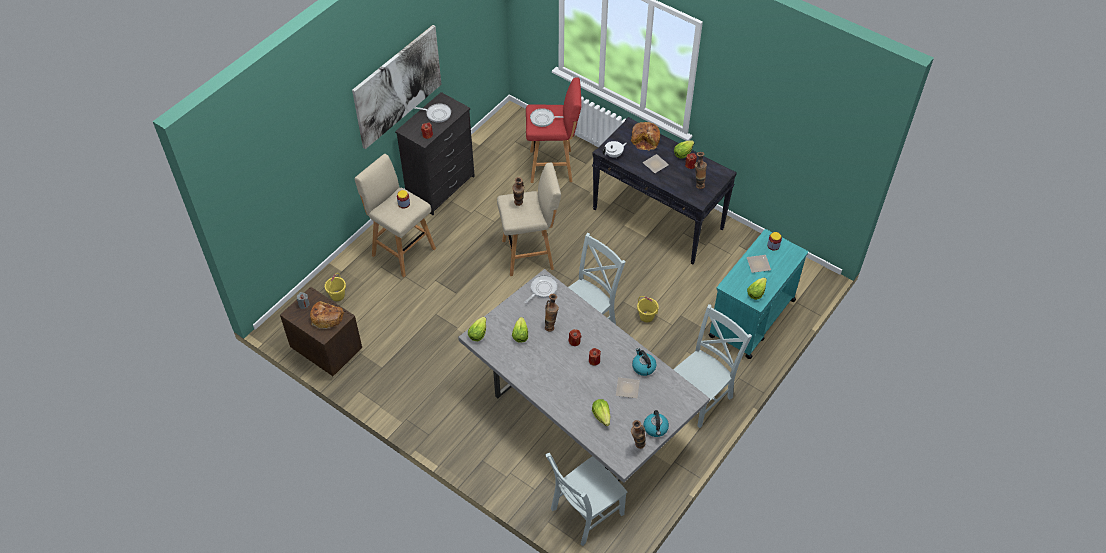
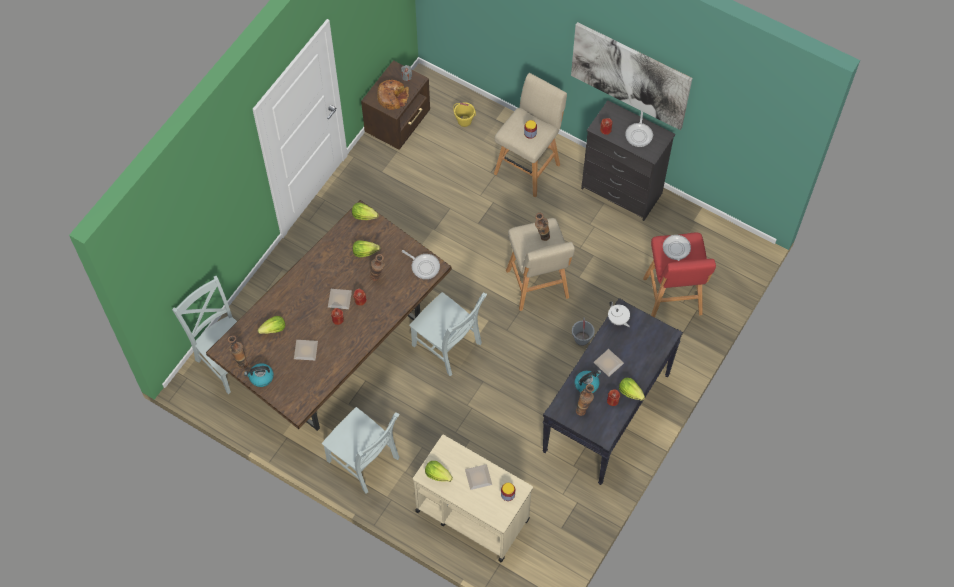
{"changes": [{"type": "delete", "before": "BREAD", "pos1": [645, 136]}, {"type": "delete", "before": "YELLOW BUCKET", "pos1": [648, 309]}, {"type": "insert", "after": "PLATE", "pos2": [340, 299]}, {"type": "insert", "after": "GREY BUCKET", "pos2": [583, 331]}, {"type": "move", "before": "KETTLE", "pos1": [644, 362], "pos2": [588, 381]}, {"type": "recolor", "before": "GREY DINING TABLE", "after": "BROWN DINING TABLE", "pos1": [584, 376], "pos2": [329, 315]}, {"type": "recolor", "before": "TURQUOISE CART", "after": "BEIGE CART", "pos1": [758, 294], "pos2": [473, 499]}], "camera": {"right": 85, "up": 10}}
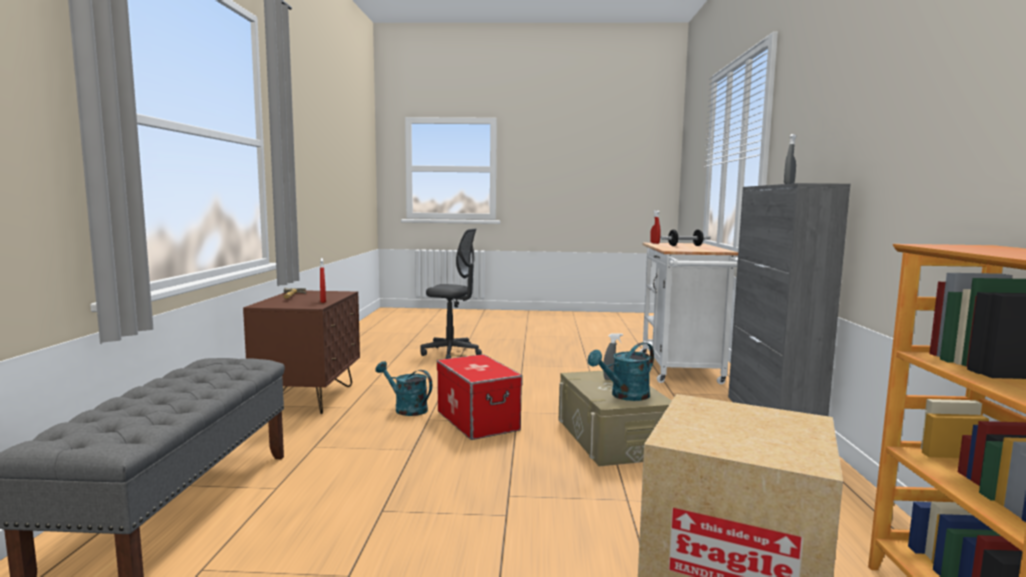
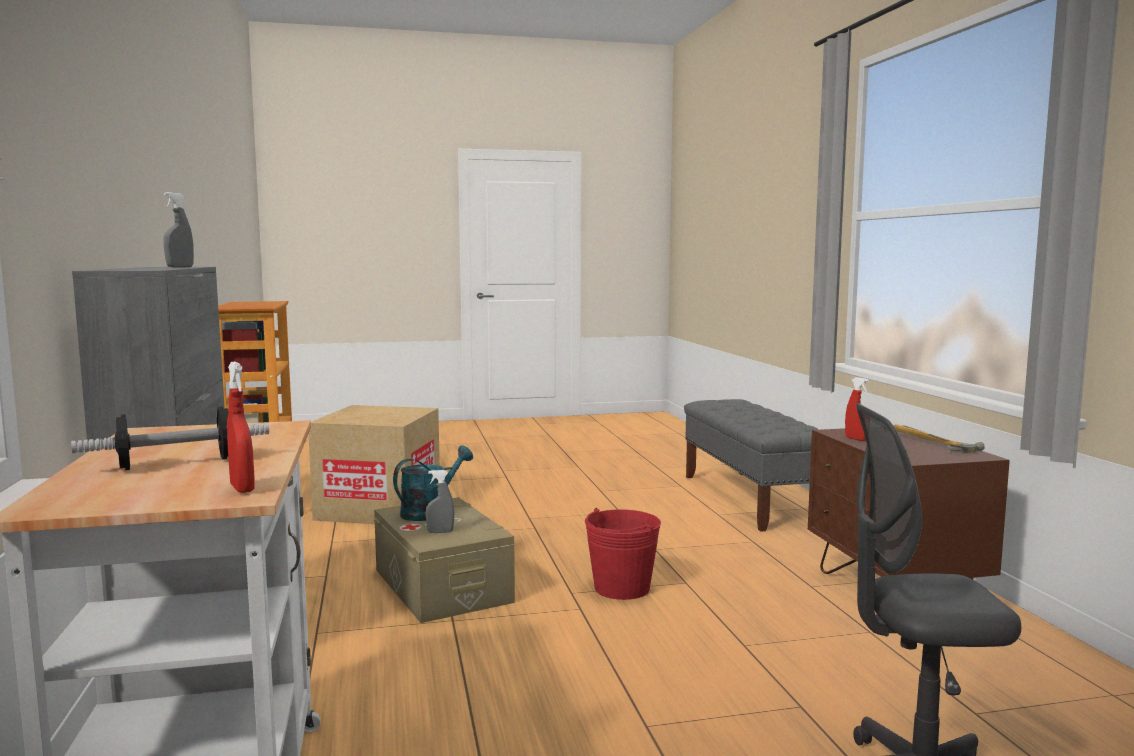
{"changes": [{"type": "delete", "before": "TURQUOISE WATERING CAN", "pos1": [403, 388]}, {"type": "replace", "before": "STORAGE BOX", "after": "RED BUCKET", "pos1": [480, 397], "pos2": [623, 554]}], "camera": {"right": 165, "up": 0}}
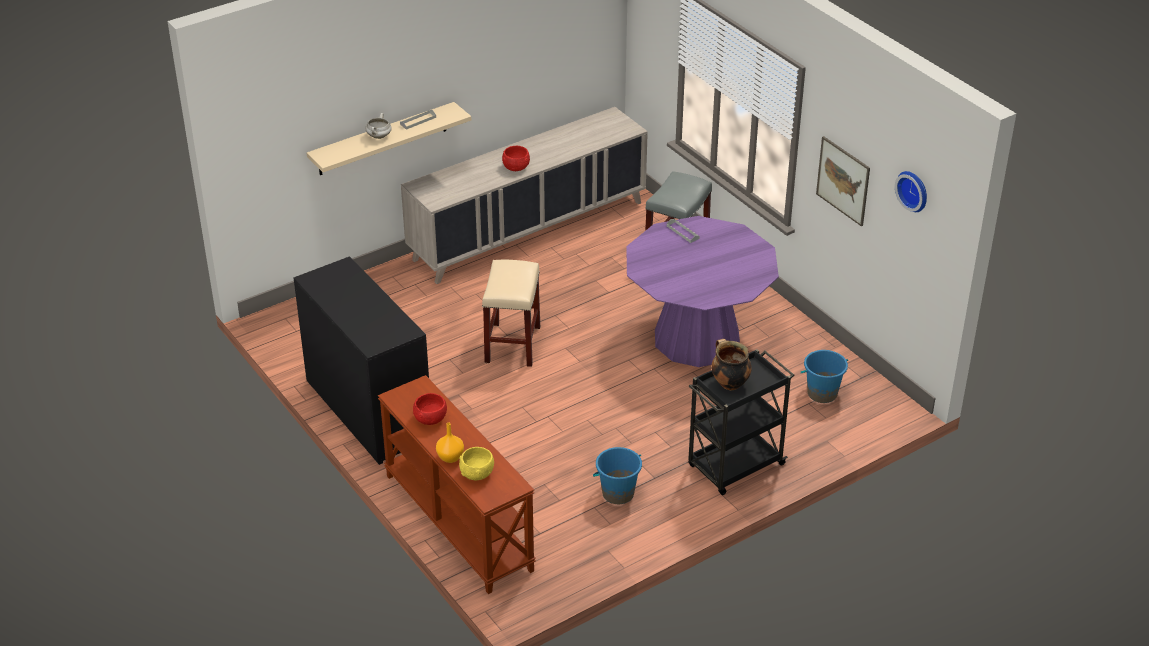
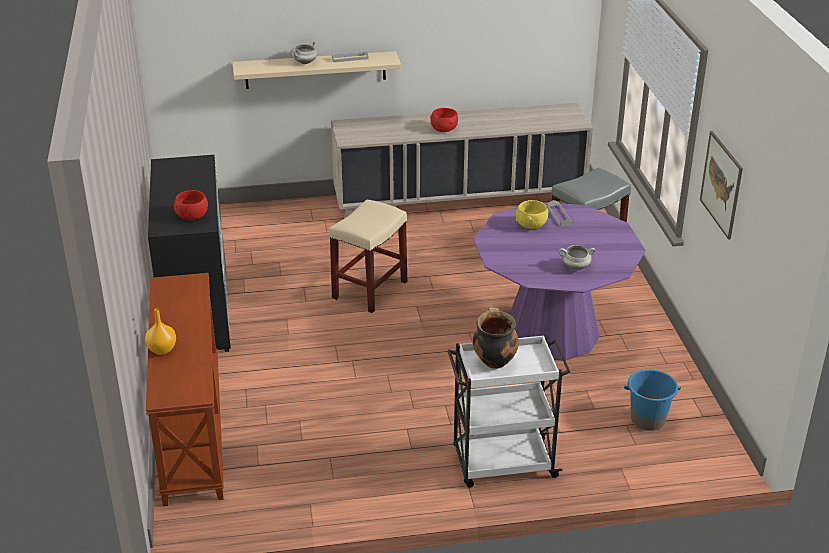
{"changes": [{"type": "delete", "before": "BLUE BUCKET", "pos1": [617, 475]}, {"type": "delete", "before": "WALL CLOCK", "pos1": [911, 191]}, {"type": "insert", "after": "WHITE COOKING POT", "pos2": [577, 257]}, {"type": "move", "before": "RED BOWL", "pos1": [430, 409], "pos2": [191, 205]}, {"type": "move", "before": "YELLOW BOWL", "pos1": [476, 463], "pos2": [532, 214]}, {"type": "recolor", "before": "BLACK CART", "after": "WHITE CART", "pos1": [741, 422], "pos2": [508, 411]}], "camera": {"right": 25, "up": -5}}
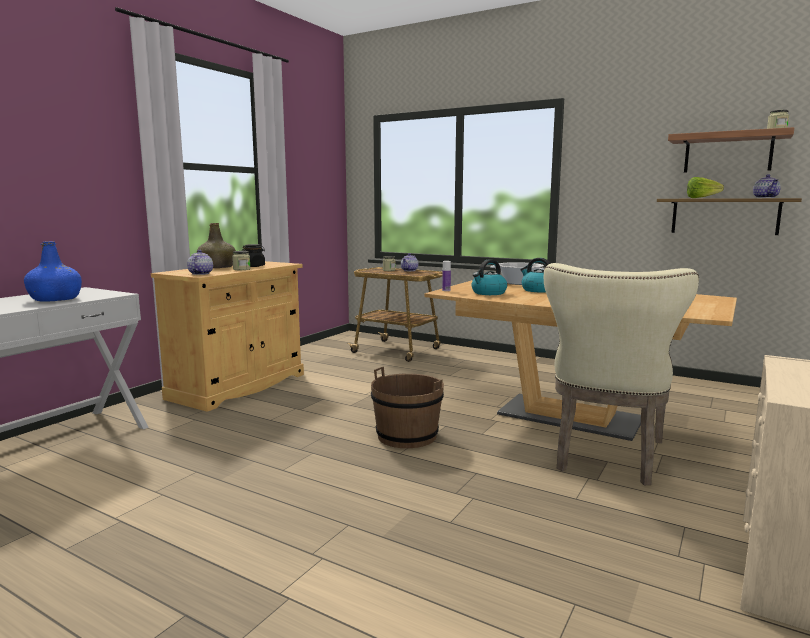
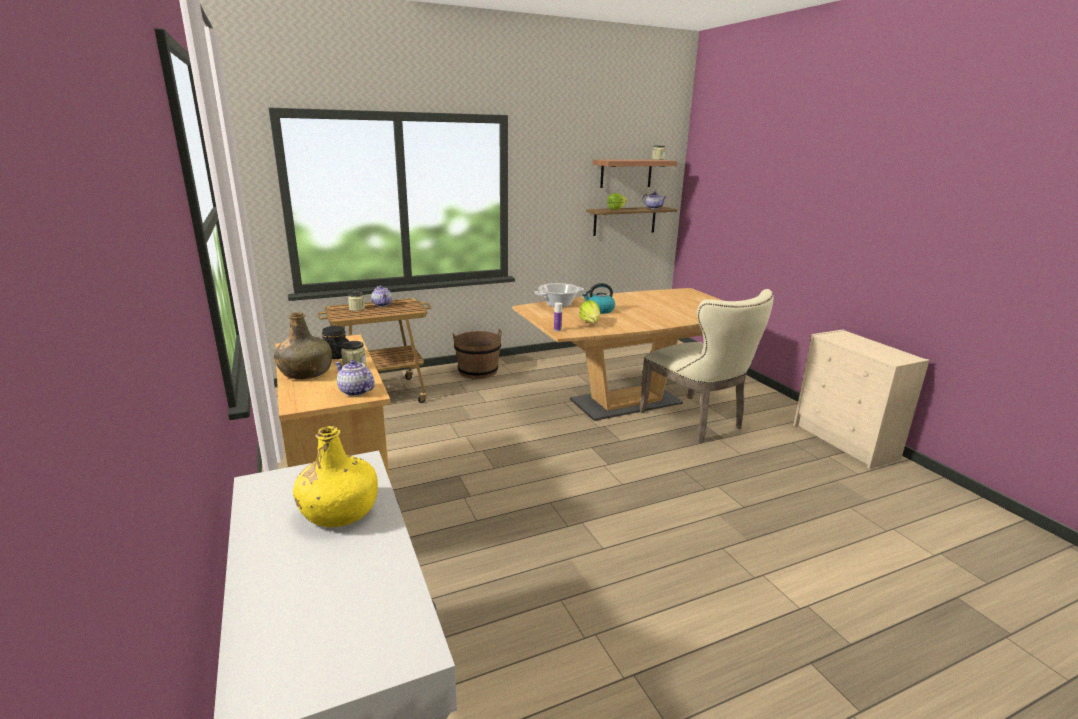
{"changes": [{"type": "move", "before": "BROWN BUCKET", "pos1": [407, 407], "pos2": [477, 354]}, {"type": "replace", "before": "KETTLE", "after": "LETTUCE", "pos1": [489, 277], "pos2": [589, 311]}, {"type": "recolor", "before": "BLUE BOTTLE", "after": "YELLOW BOTTLE", "pos1": [53, 271], "pos2": [335, 476]}], "camera": {"right": -55, "up": 10}}
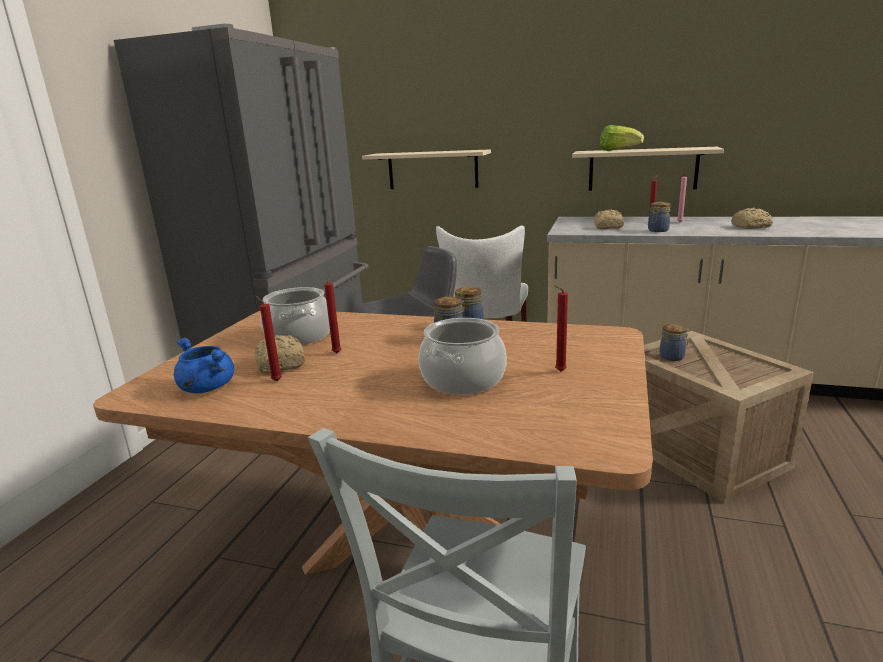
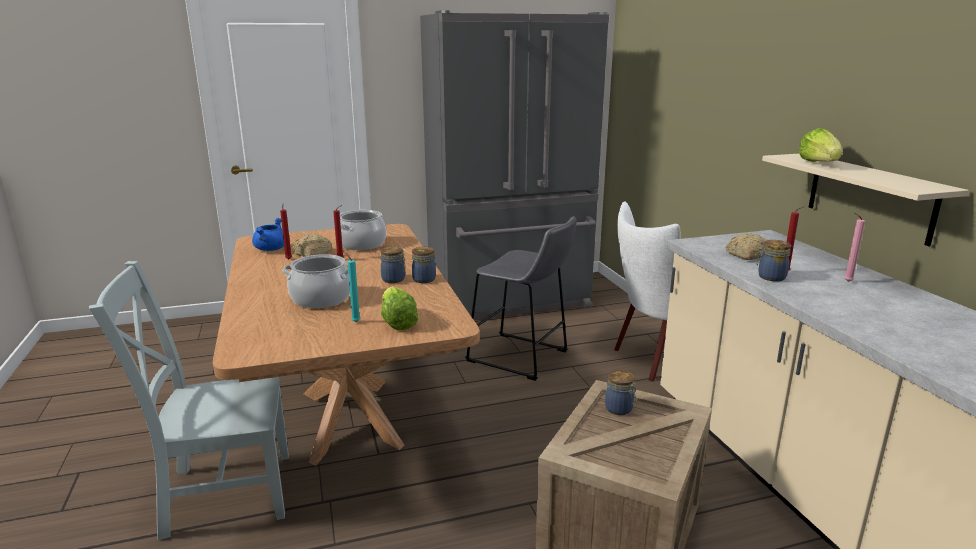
{"changes": [{"type": "delete", "before": "BEIGE SHELF", "pos1": [426, 169]}, {"type": "delete", "before": "BREAD", "pos1": [752, 218]}, {"type": "insert", "after": "LETTUCE", "pos2": [399, 308]}, {"type": "recolor", "before": "RED CANDLE", "after": "TURQUOISE CANDLE", "pos1": [561, 329], "pos2": [353, 287]}], "camera": {"right": 55, "up": 0}}
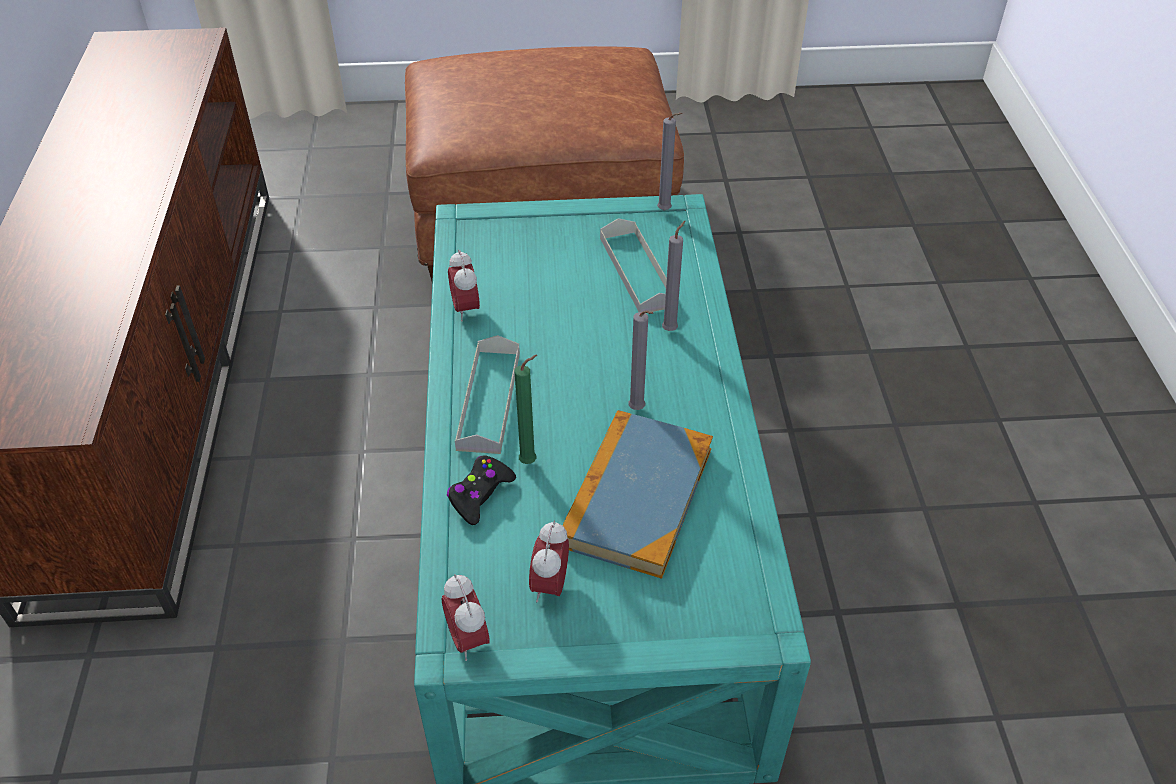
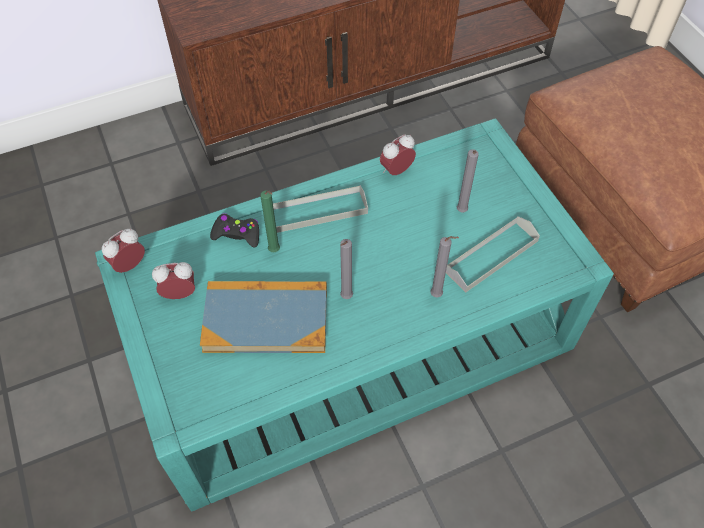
{"changes": [{"type": "move", "before": "GREY CANDLE", "pos1": [669, 161], "pos2": [468, 180]}], "camera": {"right": 70, "up": 10}}
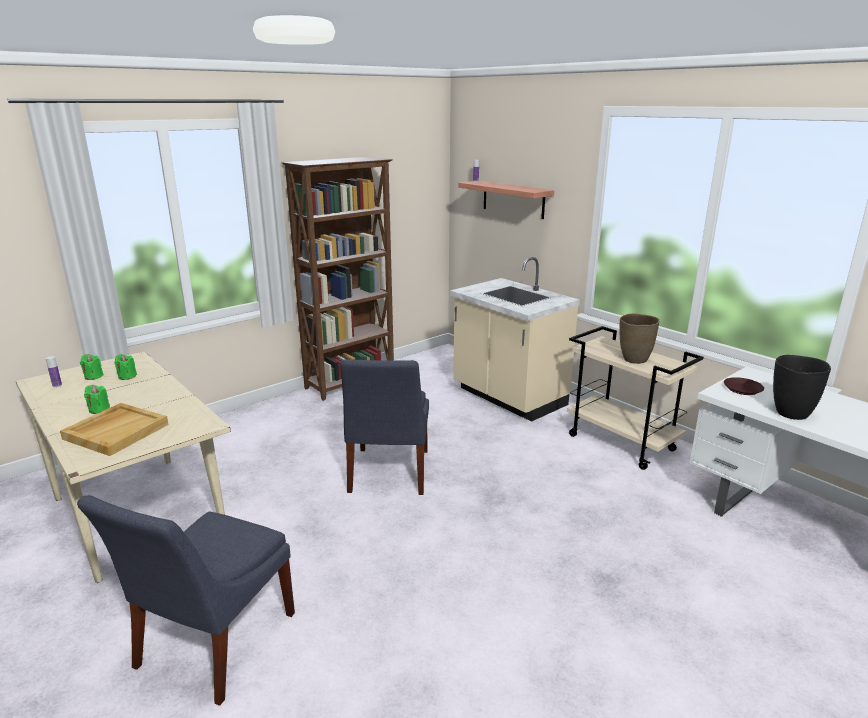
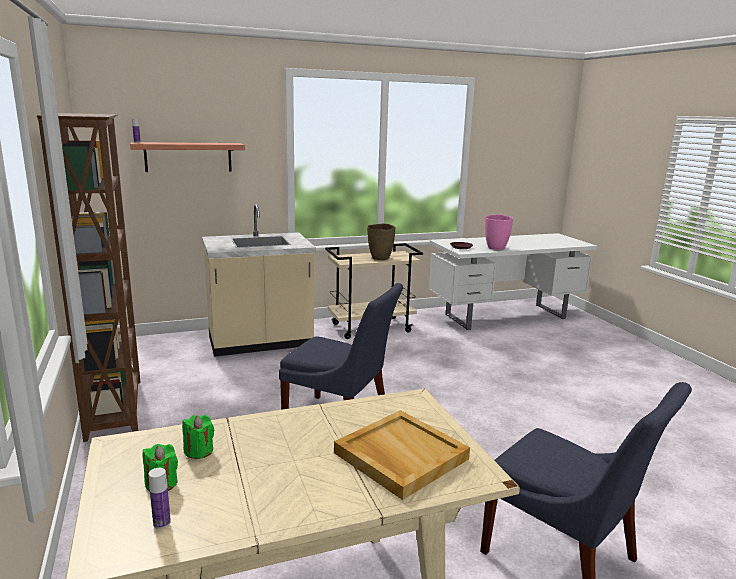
{"changes": [{"type": "delete", "before": "GREEN CANDLE", "pos1": [97, 399]}, {"type": "recolor", "before": "BLACK VASE", "after": "PINK VASE", "pos1": [802, 387], "pos2": [499, 232]}], "camera": {"right": -70, "up": -5}}
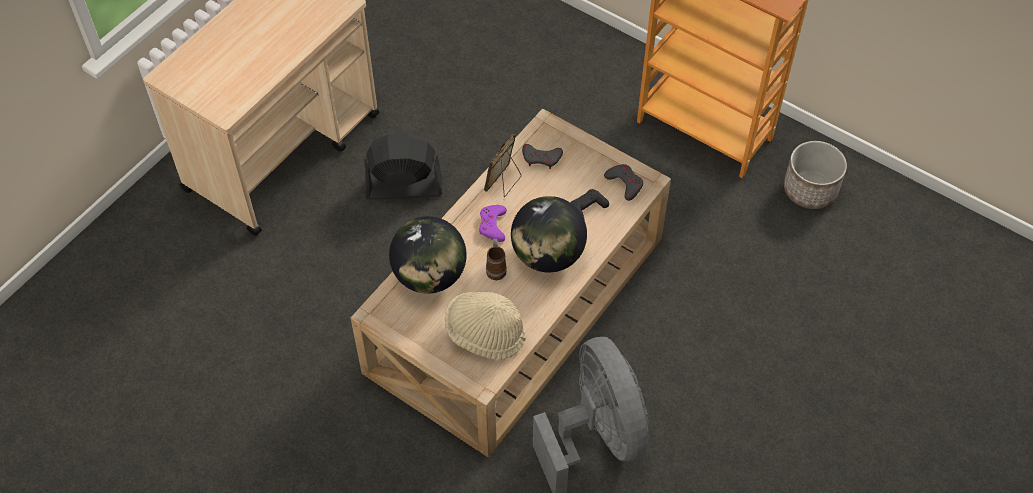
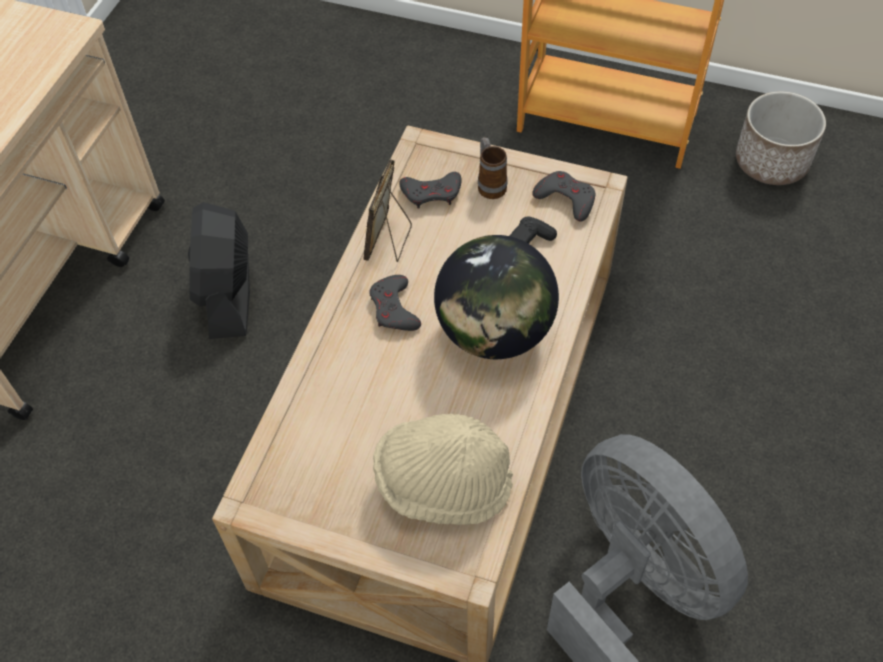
{"changes": [{"type": "delete", "before": "GLOBE", "pos1": [428, 255]}, {"type": "move", "before": "MUG", "pos1": [496, 259], "pos2": [493, 168]}, {"type": "recolor", "before": "PURPLE GAME CONTROLLER", "after": "GREY GAME CONTROLLER", "pos1": [493, 223], "pos2": [395, 303]}, {"type": "rotate", "before": "BLACK FAN", "pos1": [403, 166], "pos2": [219, 270], "turn": -75}], "camera": {"right": -15, "up": 0}}
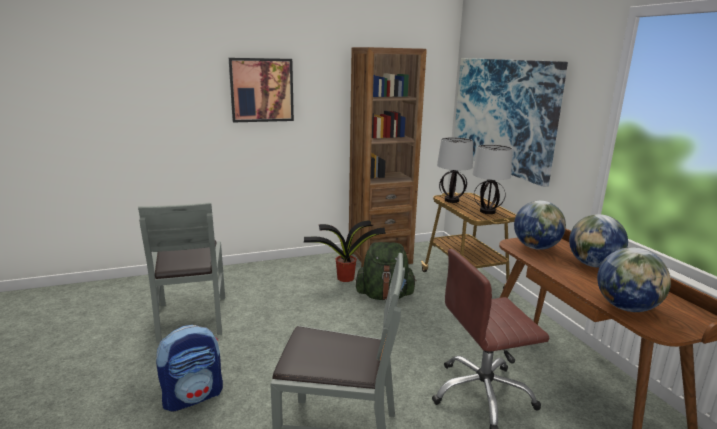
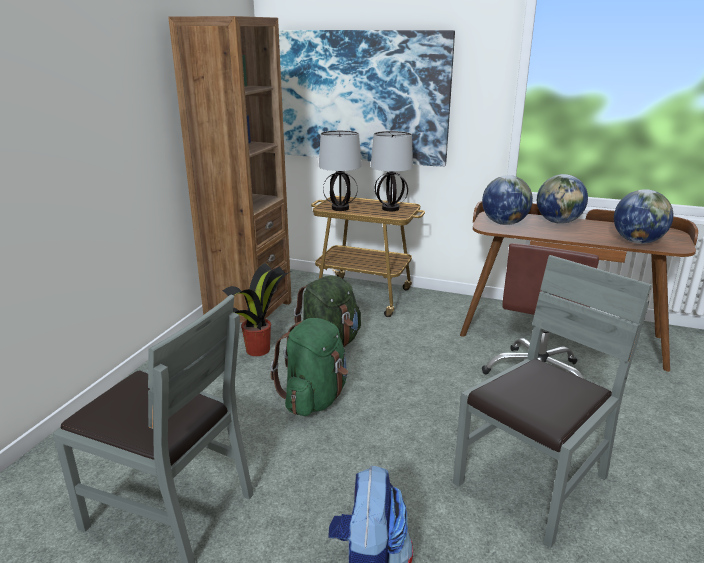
{"changes": [{"type": "delete", "before": "PICTURE", "pos1": [261, 90]}, {"type": "insert", "after": "GREEN BACKPACK", "pos2": [309, 367]}], "camera": {"right": -50, "up": 5}}
